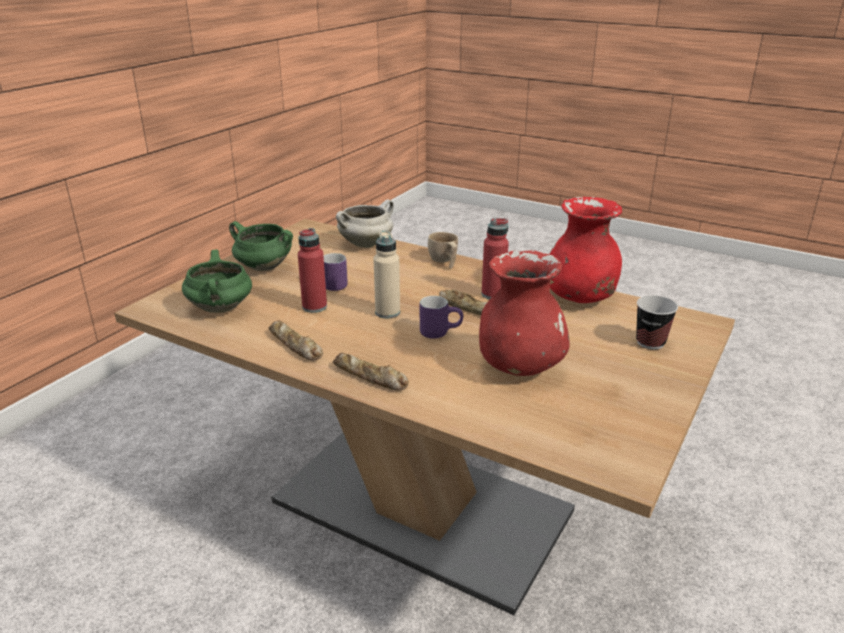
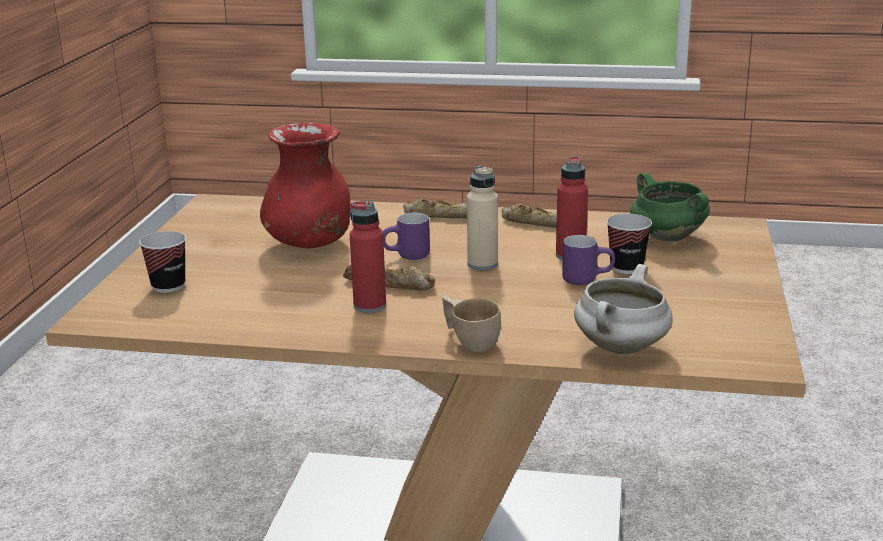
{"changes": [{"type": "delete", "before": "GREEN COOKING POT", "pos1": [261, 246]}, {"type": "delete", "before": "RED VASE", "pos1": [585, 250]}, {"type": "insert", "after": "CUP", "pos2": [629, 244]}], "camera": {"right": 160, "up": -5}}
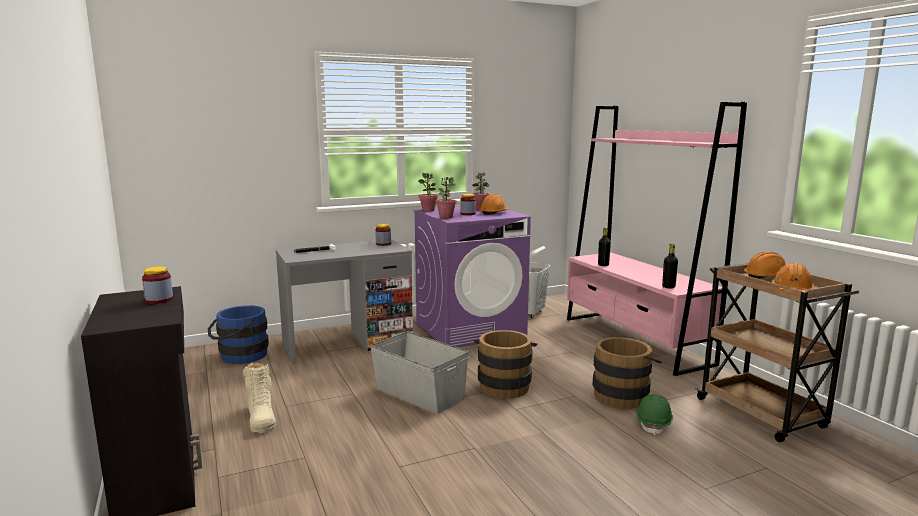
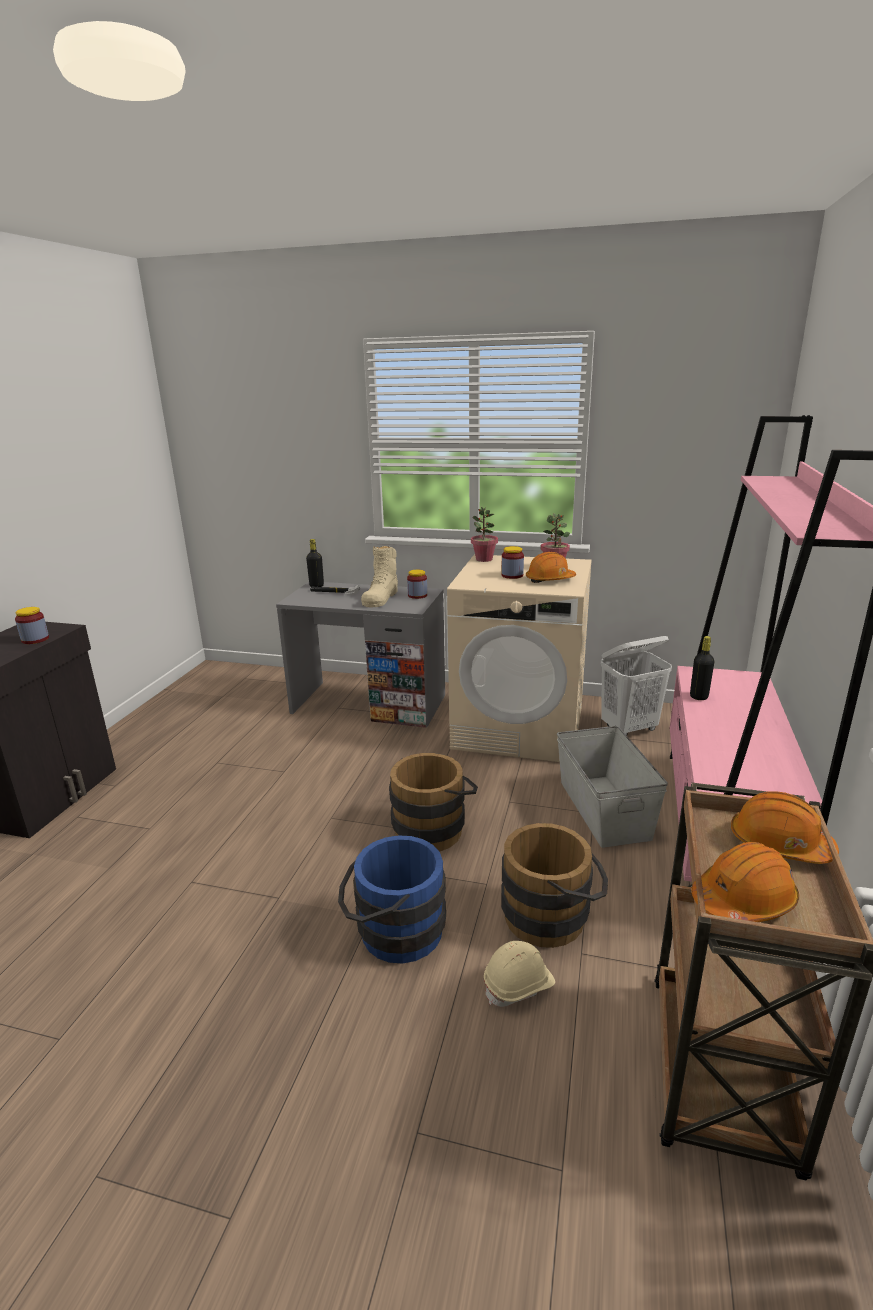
{"changes": [{"type": "delete", "before": "POTTED PLANT", "pos1": [446, 198]}, {"type": "move", "before": "BLUE BUCKET", "pos1": [238, 334], "pos2": [392, 899]}, {"type": "move", "before": "BEIGE BOOT", "pos1": [259, 398], "pos2": [379, 576]}, {"type": "move", "before": "GREY STORAGE BOX", "pos1": [419, 373], "pos2": [612, 787]}, {"type": "move", "before": "BLACK BOTTLE", "pos1": [670, 266], "pos2": [315, 563]}, {"type": "recolor", "before": "PURPLE WASHING MACHINE", "after": "BEIGE WASHING MACHINE", "pos1": [472, 277], "pos2": [519, 658]}, {"type": "recolor", "before": "GREEN HARD HAT", "after": "BEIGE HARD HAT", "pos1": [654, 415], "pos2": [519, 974]}], "camera": {"right": 40, "up": 10}}
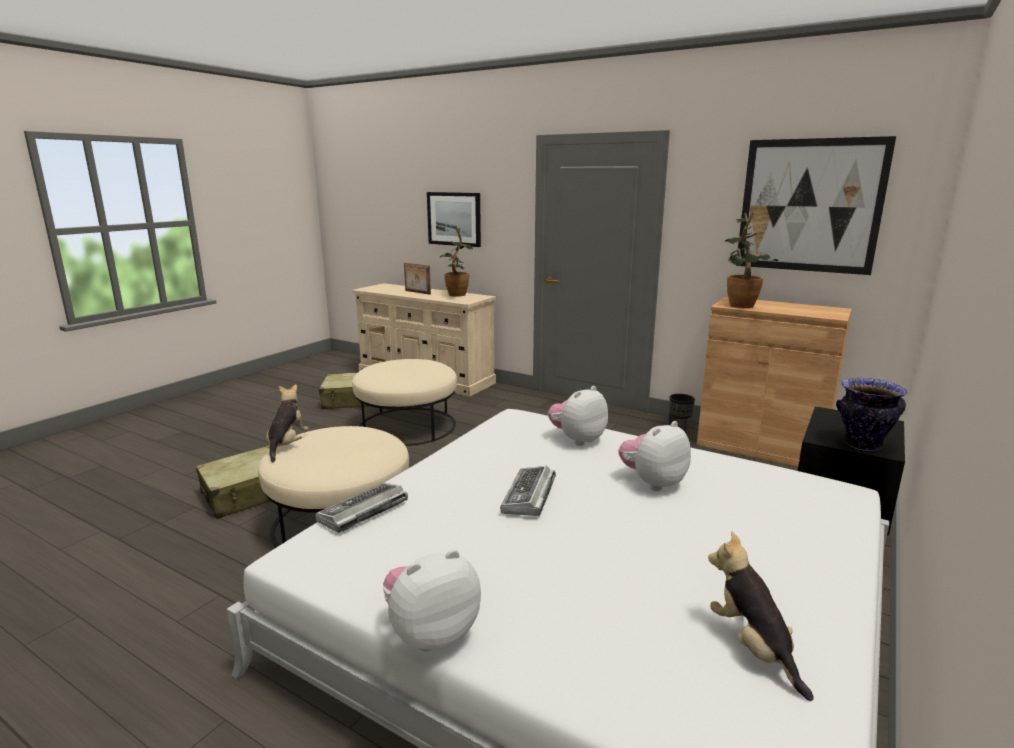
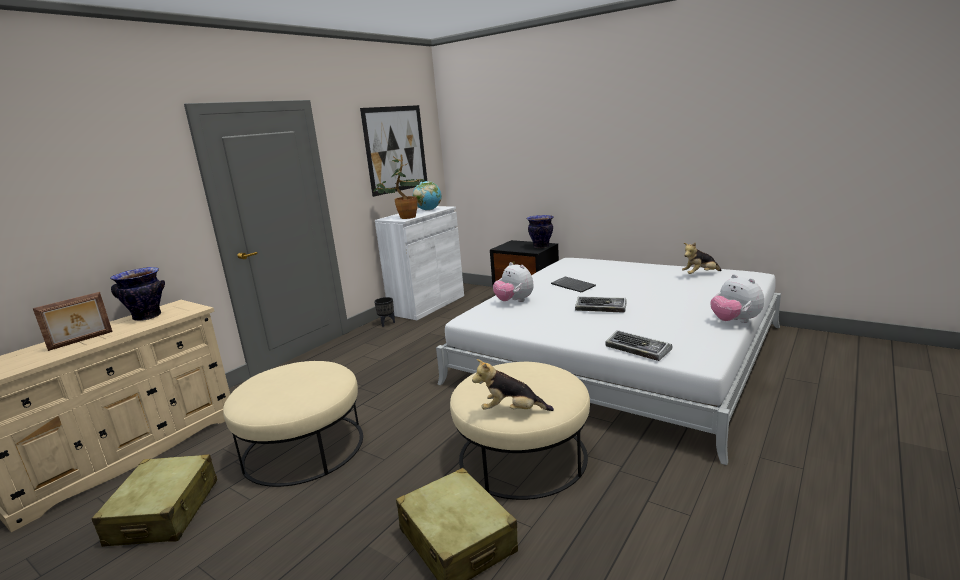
{"changes": [{"type": "delete", "before": "PICTURE", "pos1": [454, 219]}, {"type": "insert", "after": "GLOBE", "pos2": [427, 196]}, {"type": "replace", "before": "POTTED PLANT", "after": "VASE", "pos1": [456, 261], "pos2": [137, 294]}, {"type": "replace", "before": "PLUSH TOY", "after": "KEYBOARD", "pos1": [654, 456], "pos2": [573, 284]}, {"type": "recolor", "before": "BROWN CABINET", "after": "WHITE CABINET", "pos1": [774, 382], "pos2": [419, 263]}], "camera": {"right": -85, "up": 0}}
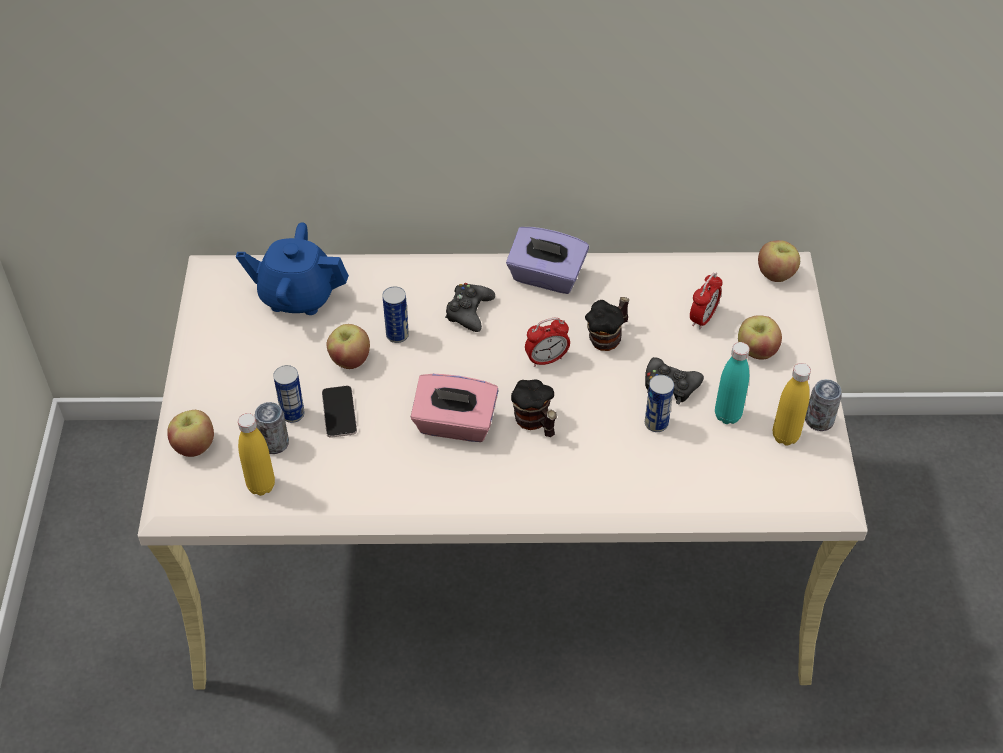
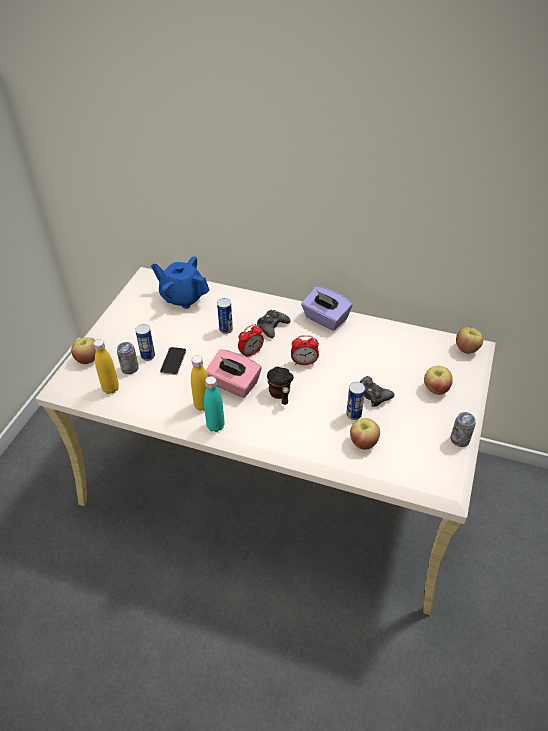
{"changes": [{"type": "delete", "before": "MUG", "pos1": [607, 324]}, {"type": "move", "before": "APPLE", "pos1": [348, 346], "pos2": [365, 434]}, {"type": "move", "before": "ALARM CLOCK", "pos1": [706, 301], "pos2": [251, 340]}, {"type": "move", "before": "TURQUOISE BOTTLE", "pos1": [732, 383], "pos2": [214, 404]}, {"type": "move", "before": "YELLOW BOTTLE", "pos1": [792, 404], "pos2": [199, 383]}], "camera": {"right": 20, "up": -5}}
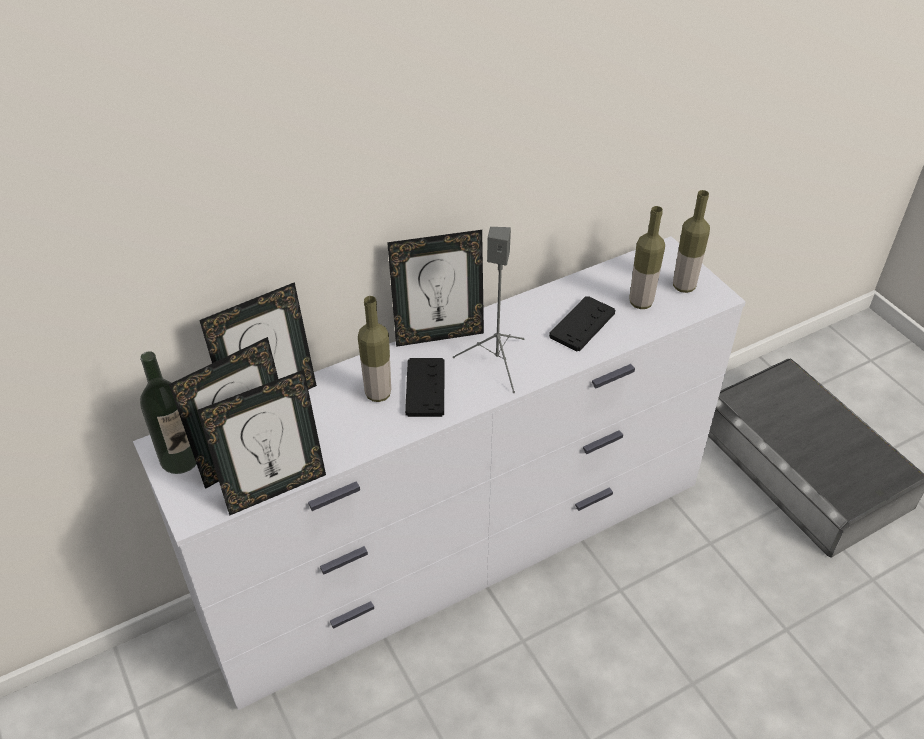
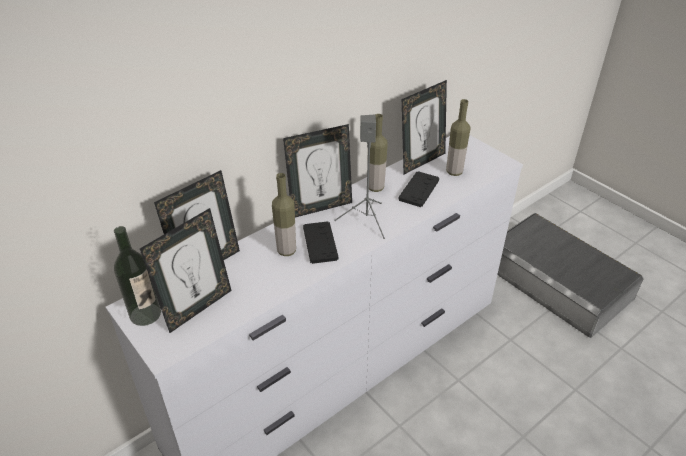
{"changes": [{"type": "move", "before": "PICTURE FRAME", "pos1": [261, 443], "pos2": [424, 127]}, {"type": "move", "before": "BOTTLE", "pos1": [691, 241], "pos2": [378, 153]}], "camera": {"right": -10, "up": -5}}
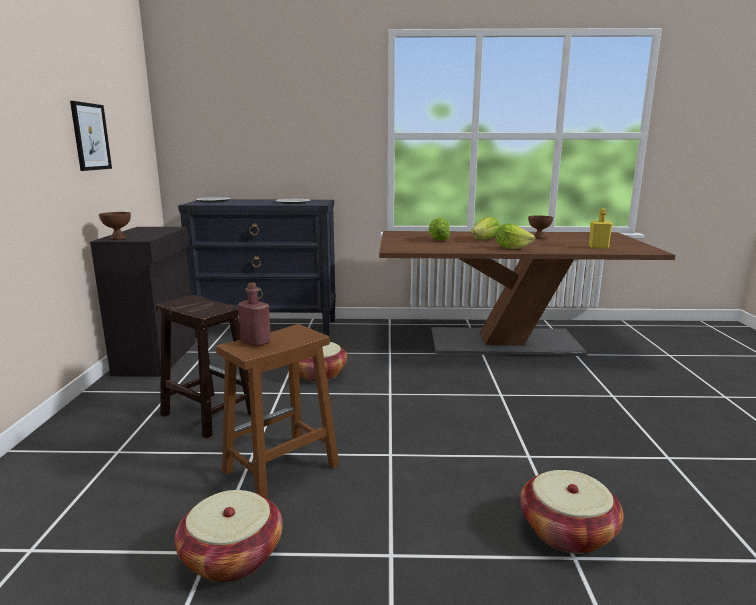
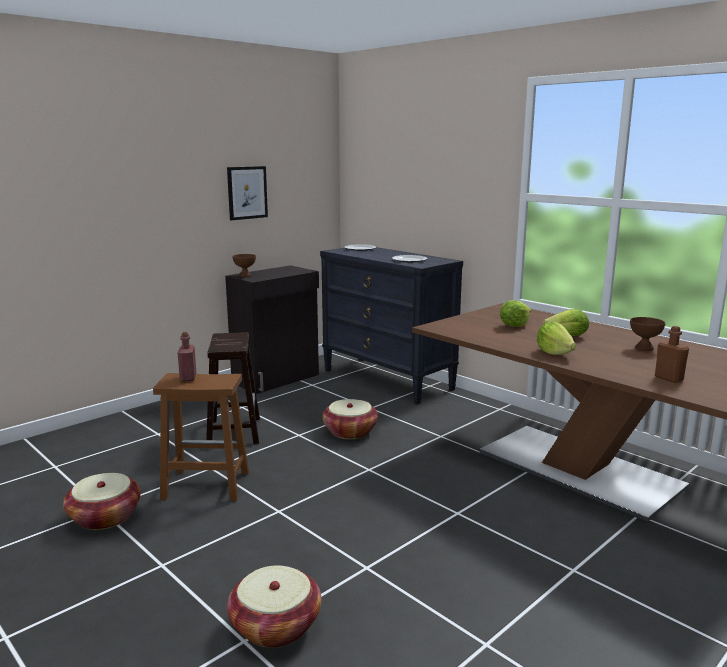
{"changes": [{"type": "recolor", "before": "YELLOW BOTTLE", "after": "BROWN BOTTLE", "pos1": [601, 229], "pos2": [672, 354]}], "camera": {"right": 45, "up": 0}}
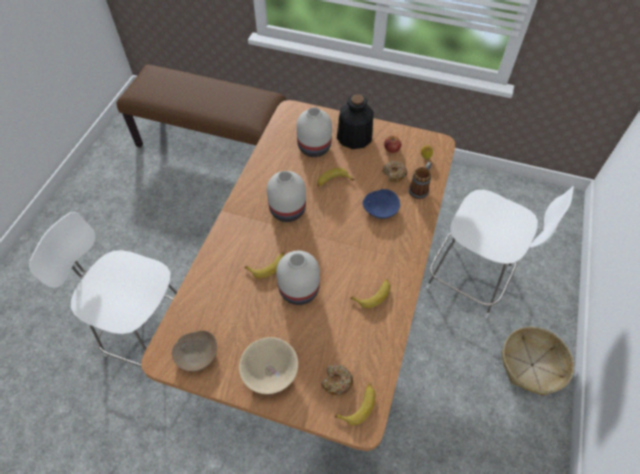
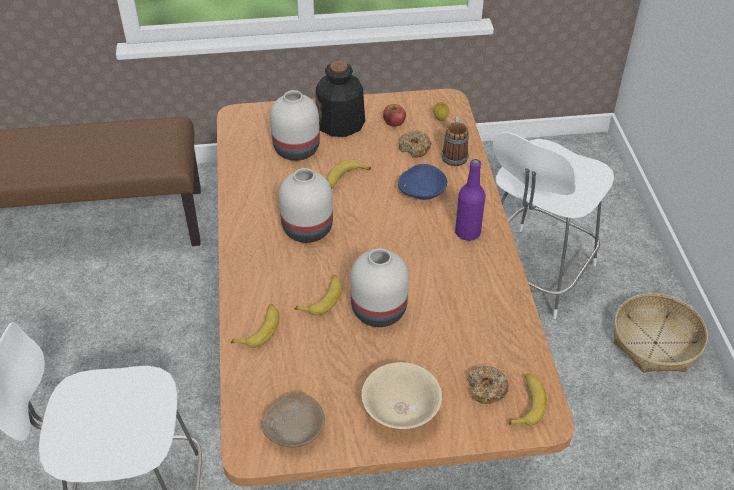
{"changes": [{"type": "insert", "after": "PURPLE BOTTLE", "pos2": [470, 200]}, {"type": "move", "before": "BANANA", "pos1": [370, 293], "pos2": [255, 326]}, {"type": "rotate", "before": "WHITE CHAIR", "pos1": [500, 252], "pos2": [553, 225], "turn": 120}], "camera": {"right": -25, "up": -10}}
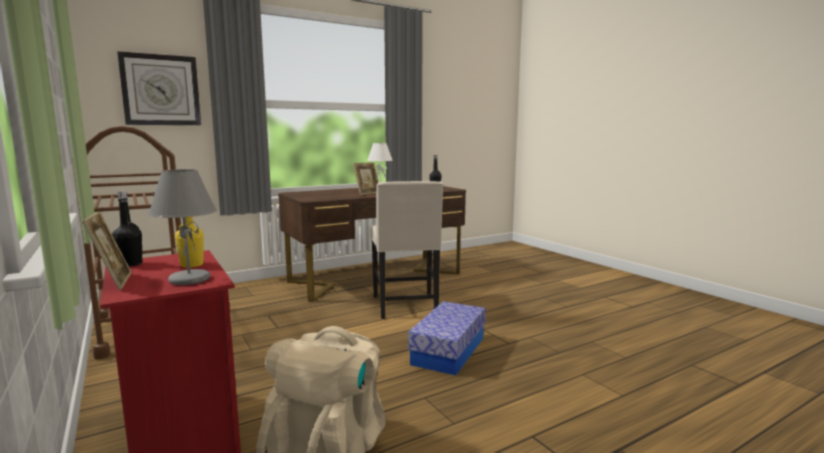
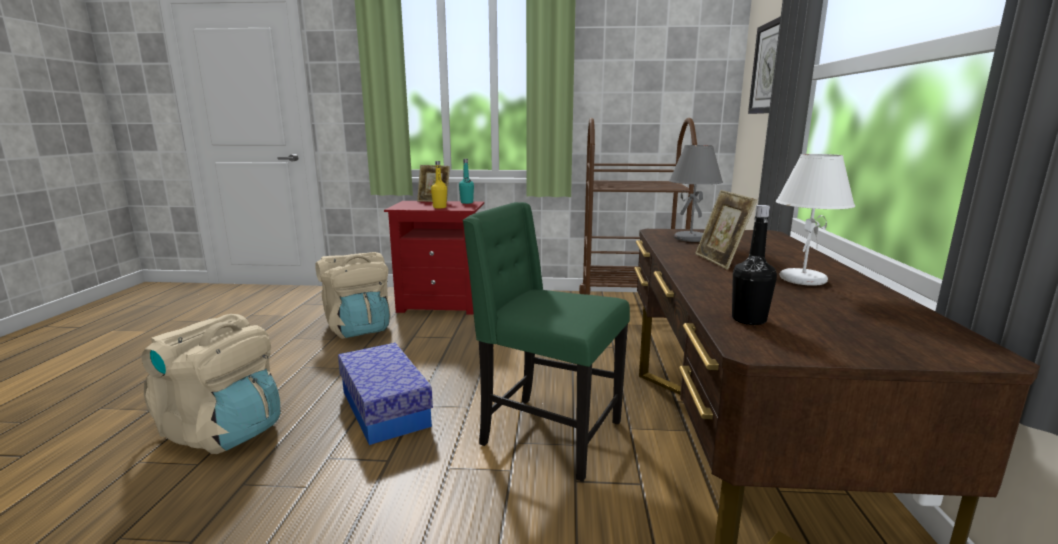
{"changes": [{"type": "insert", "after": "BEIGE BACKPACK", "pos2": [211, 384]}, {"type": "move", "before": "GREY TABLE LAMP", "pos1": [182, 227], "pos2": [696, 193]}, {"type": "recolor", "before": "BLACK BOTTLE", "after": "TURQUOISE BOTTLE", "pos1": [127, 229], "pos2": [466, 181]}, {"type": "recolor", "before": "BEIGE CHAIR", "after": "GREEN CHAIR", "pos1": [407, 250], "pos2": [546, 342]}], "camera": {"right": 125, "up": 5}}
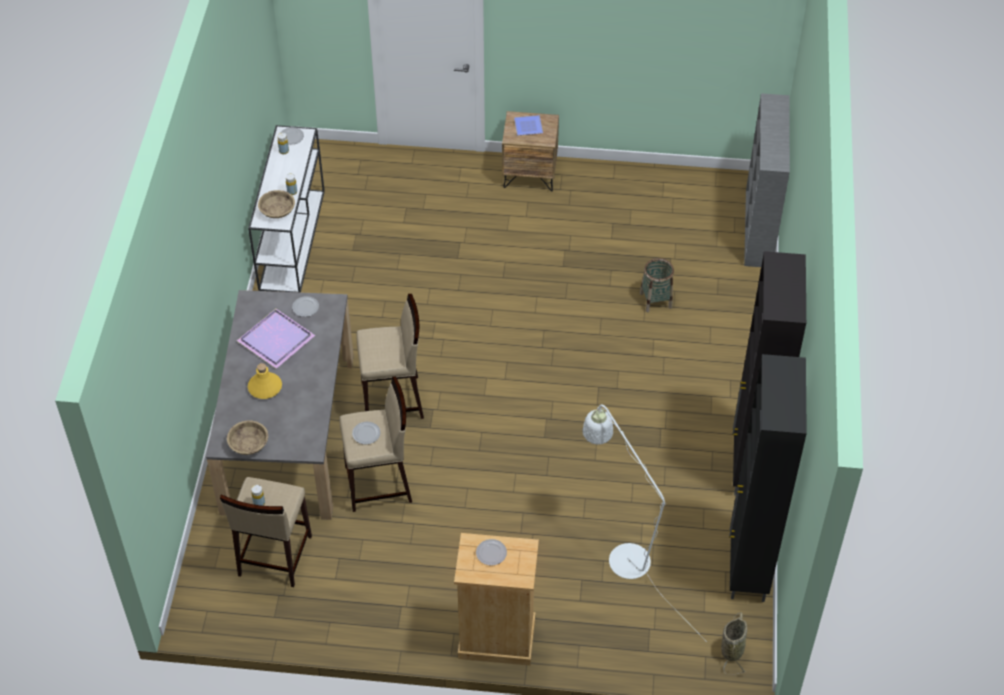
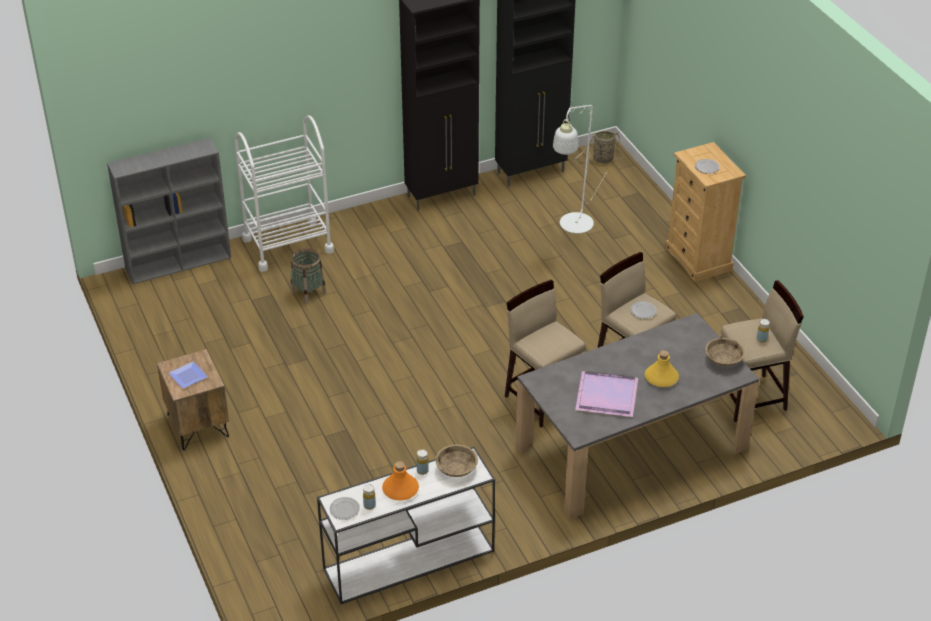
{"changes": [{"type": "delete", "before": "PLATE", "pos1": [305, 306]}, {"type": "insert", "after": "WHITE CART", "pos2": [284, 193]}, {"type": "insert", "after": "ORANGE BOTTLE", "pos2": [400, 481]}], "camera": {"right": -120, "up": -10}}
